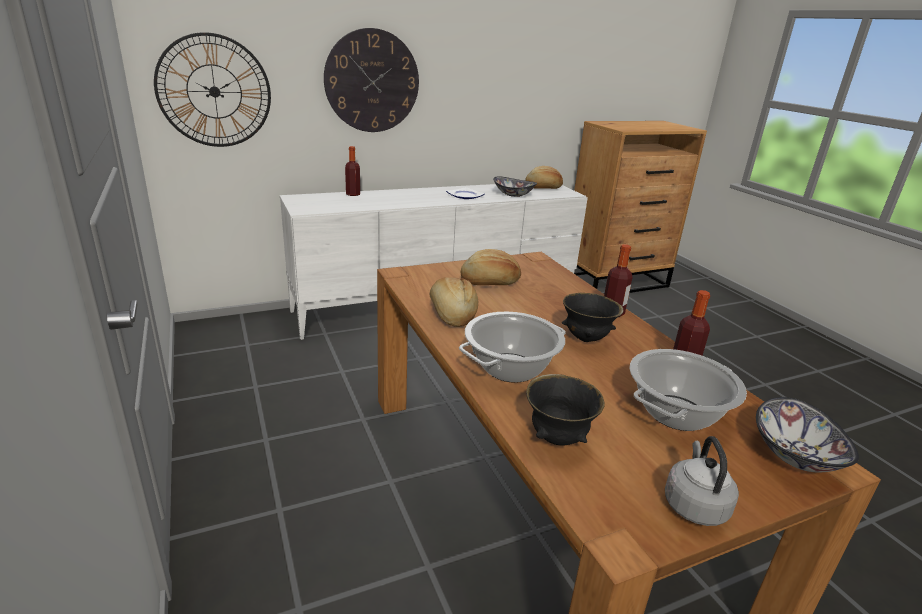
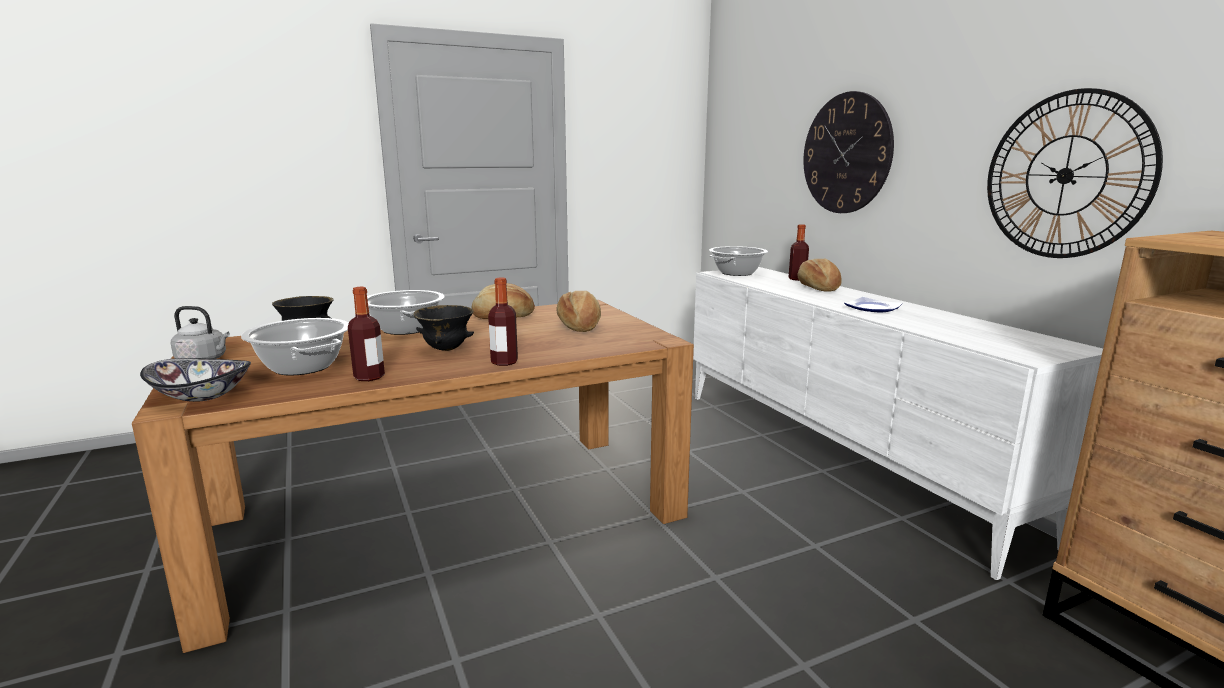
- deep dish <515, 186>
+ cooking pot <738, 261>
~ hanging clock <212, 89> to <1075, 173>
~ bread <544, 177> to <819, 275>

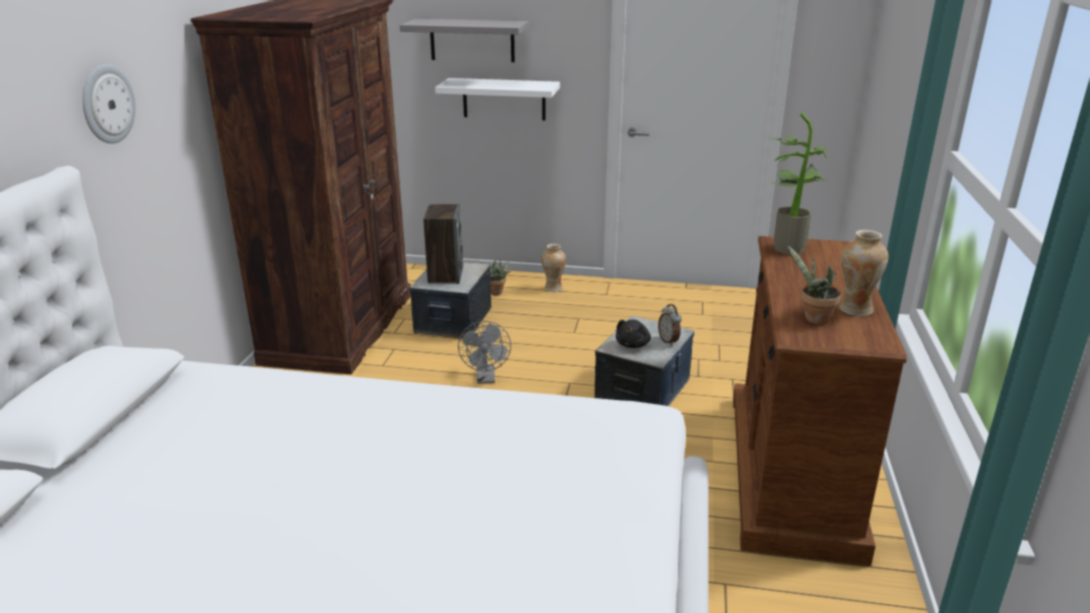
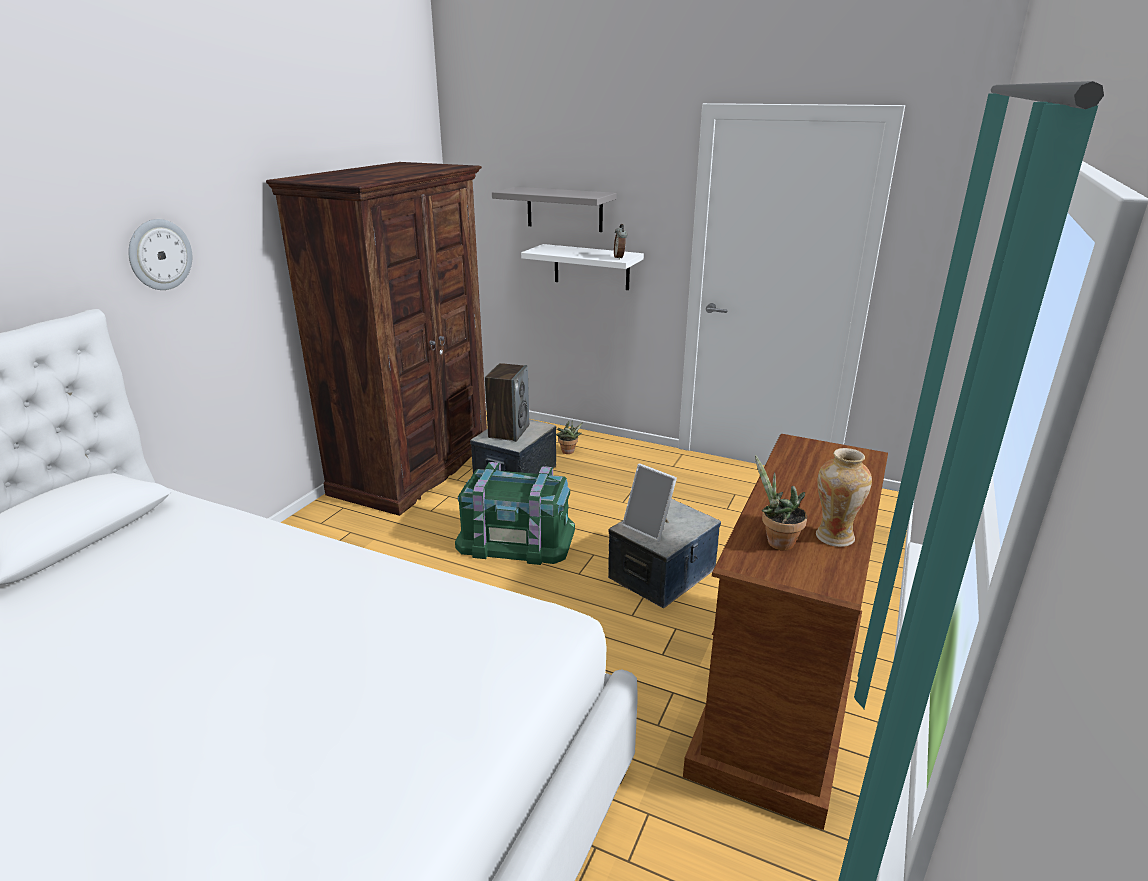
- flower vase <553, 268>
- houseplant <798, 184>
~ table clock <670, 325> to <620, 242>
~ grey cooling fan <484, 352> to green storage box <515, 513>
~ black soft toy <633, 334> to photo frame <649, 502>

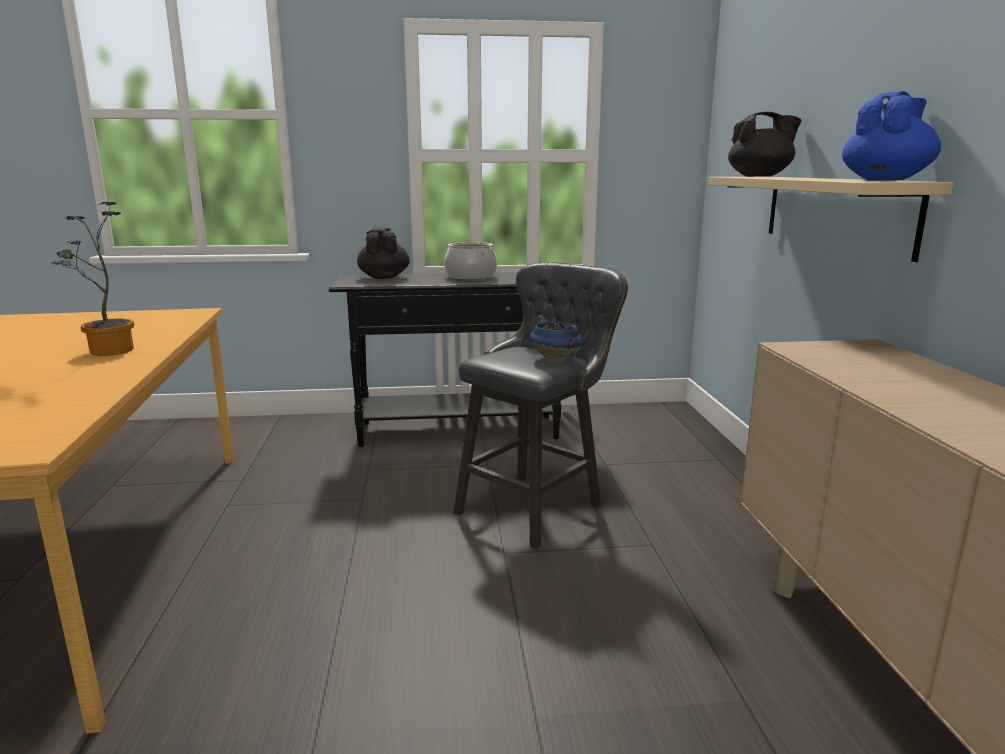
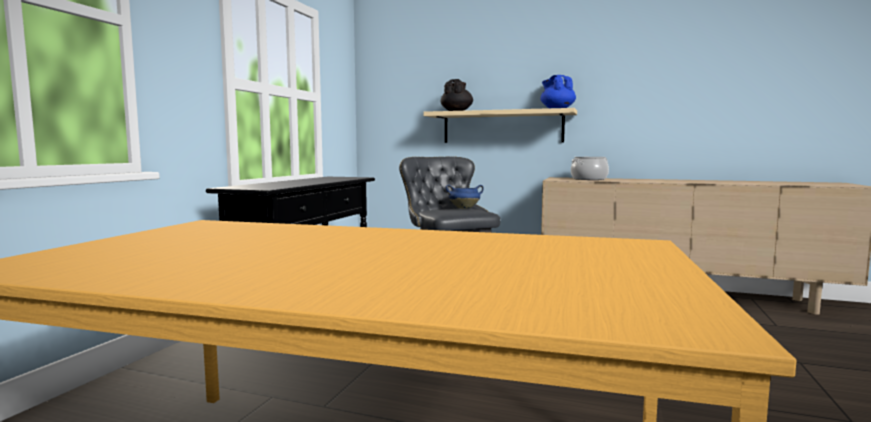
- houseplant <92, 279>
- black tea pot <383, 253>
~ cooking pot <470, 261> to <590, 168>

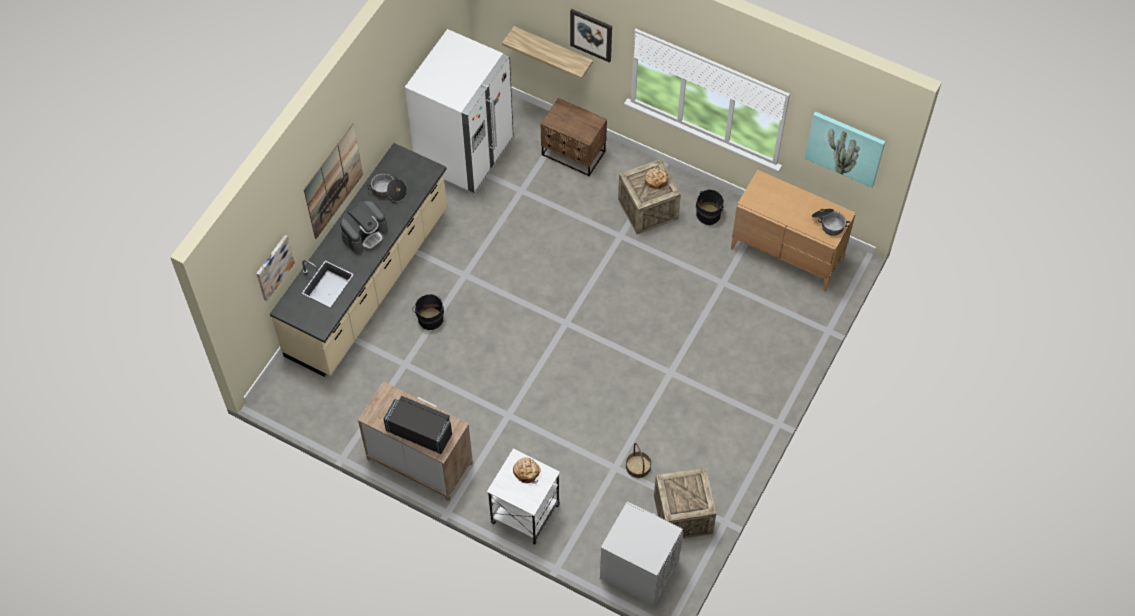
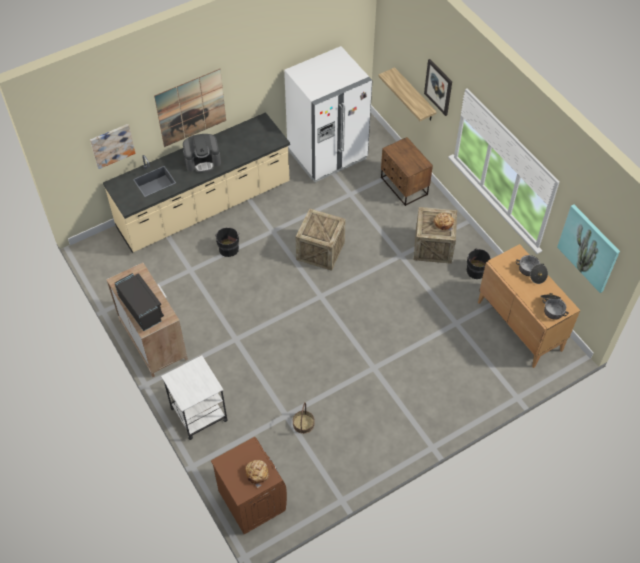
~ cooking pot <387, 187> to <532, 269>
~ bread <526, 470> to <257, 474>
~ crate <685, 502> to <321, 239>
~ white-coloured washing machine <641, 553> to brown-coloured washing machine <249, 485>

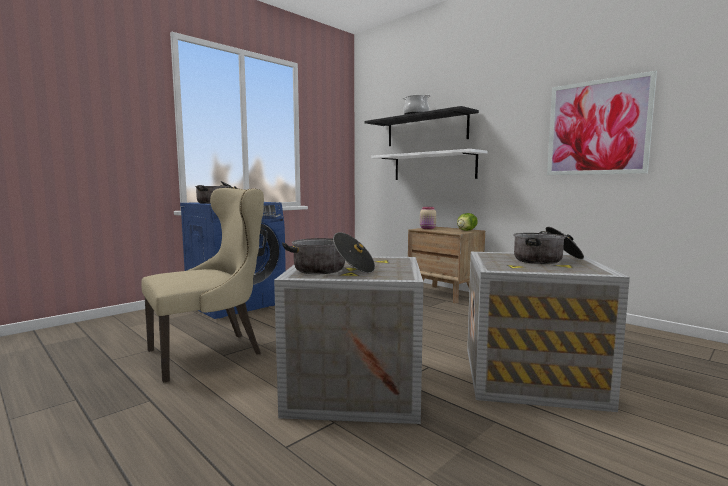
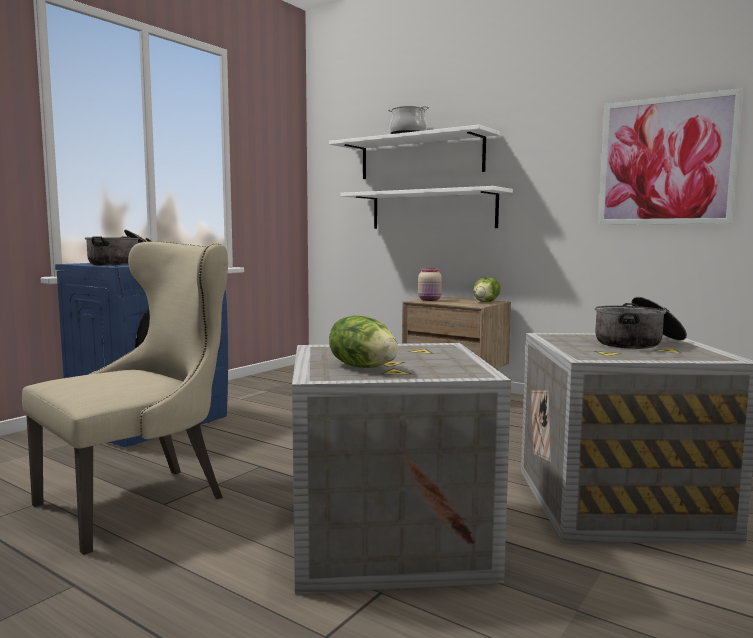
~ cooking pot <328, 253> to head of lettuce <363, 341>
~ black wall shelf <422, 126> to white-coloured wall shelf <414, 152>

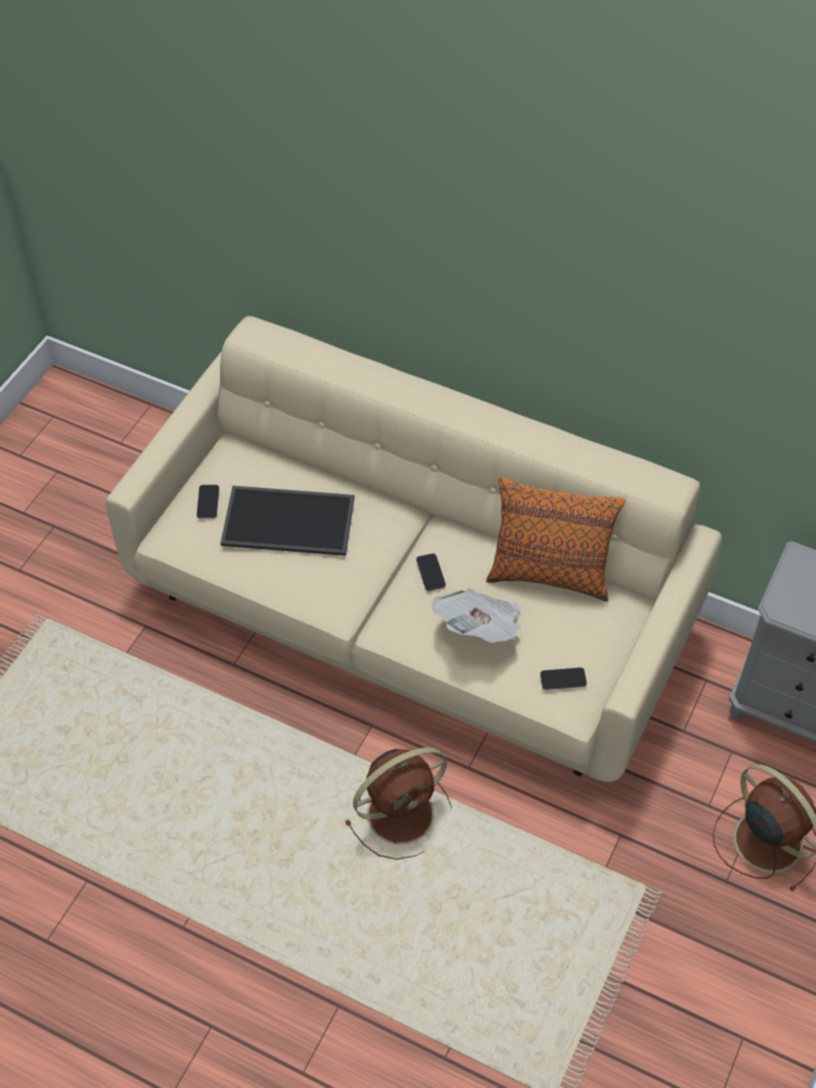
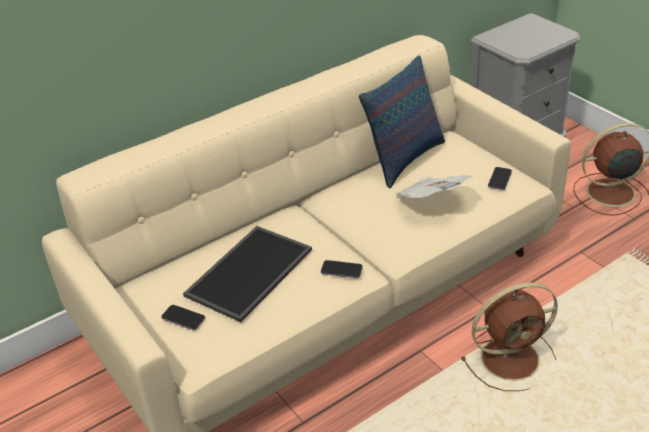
~ handset <431, 572> to <342, 269>
~ orange-coloured throw pillow <556, 539> to bluish throw pillow <402, 122>
~ brown-coloured cooling fan <398, 803> = <509, 336> 75 degrees clockwise

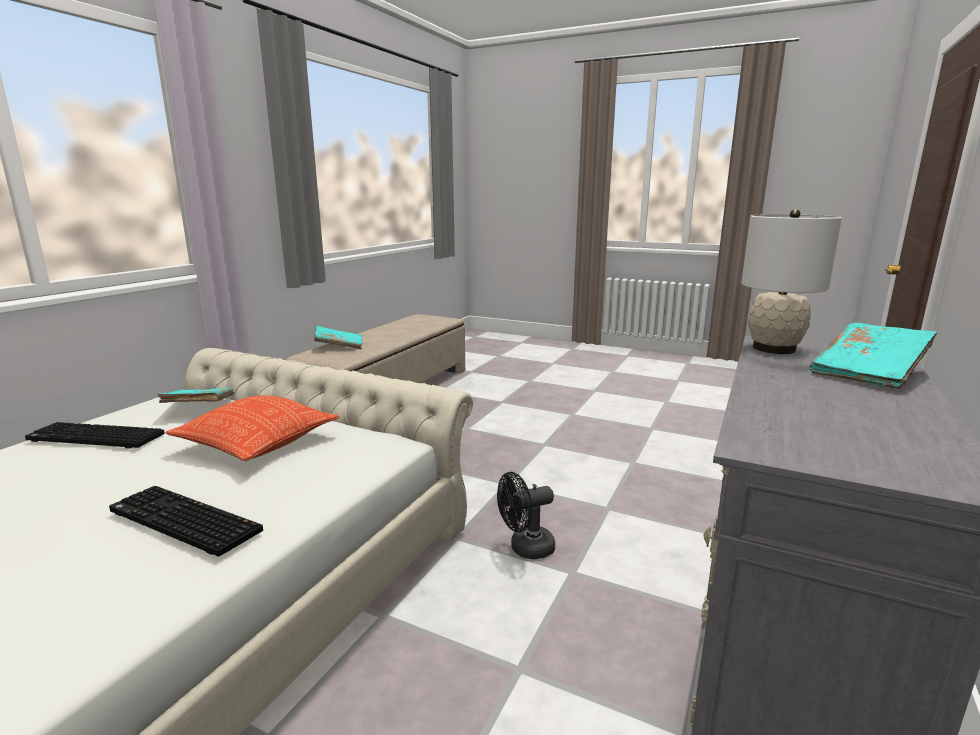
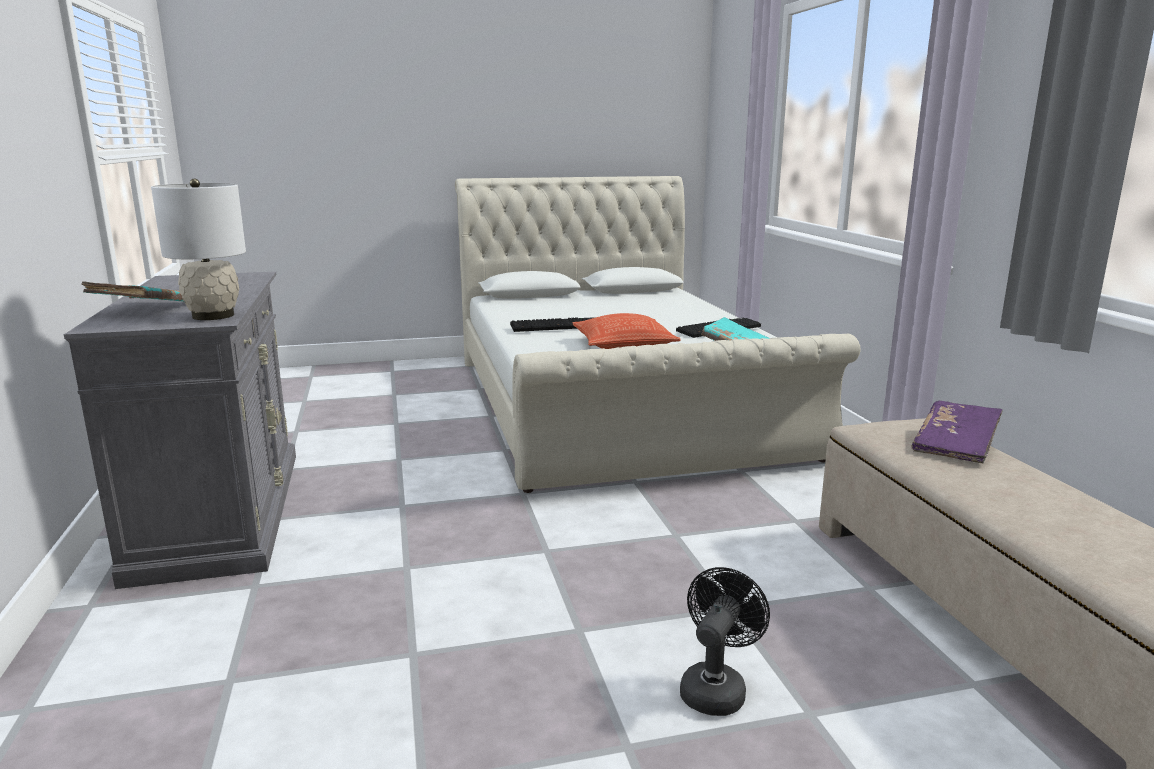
~ black cooling fan <526, 515> to <725, 641>
~ blue-green book <338, 337> to purple book <957, 432>

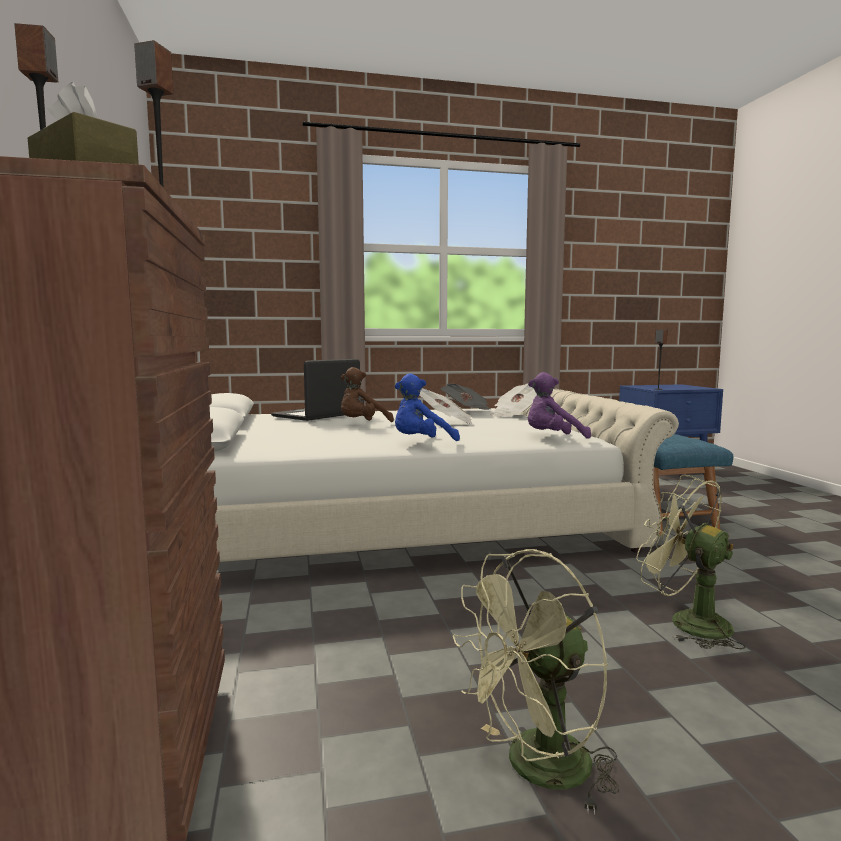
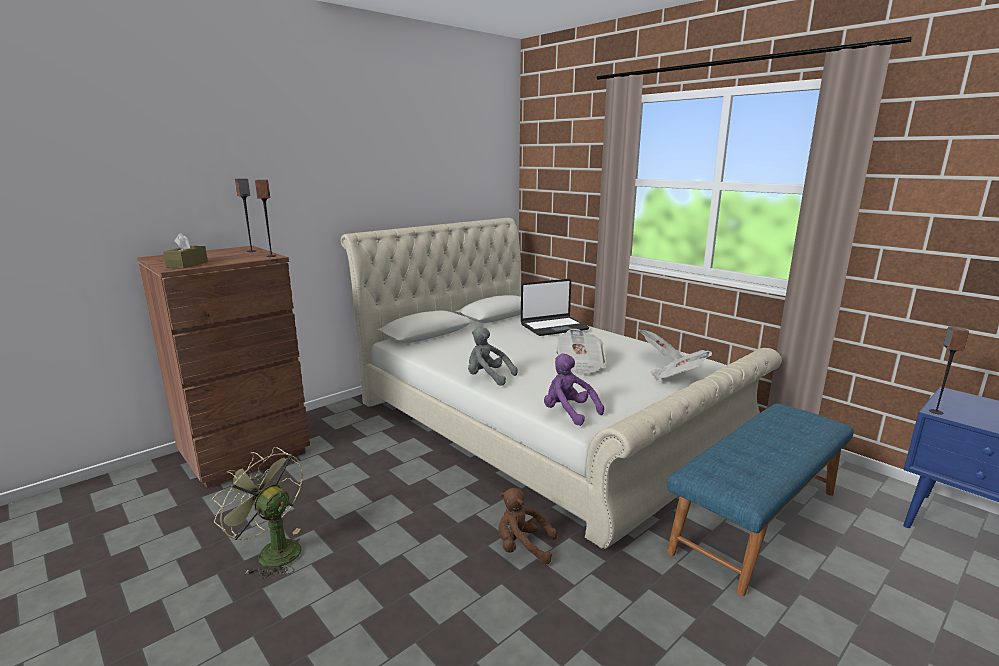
- green cooling fan <691, 562>
~ brown-coloured soft toy <367, 394> to <527, 526>
~ bluish soft toy <427, 407> to grey soft toy <492, 356>
~ portable computer <315, 390> = <555, 307> 150 degrees clockwise

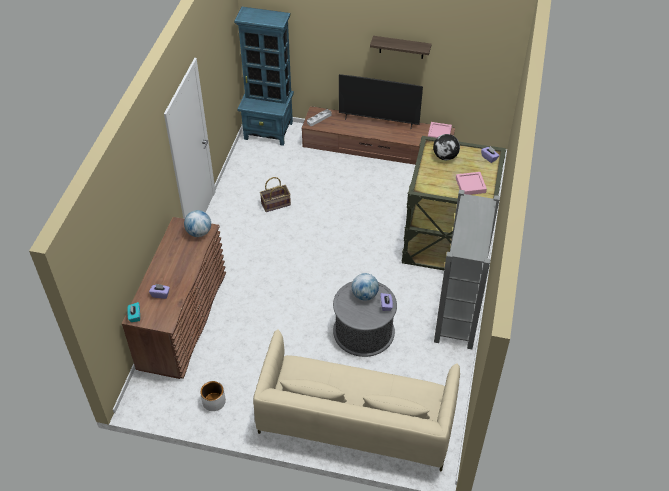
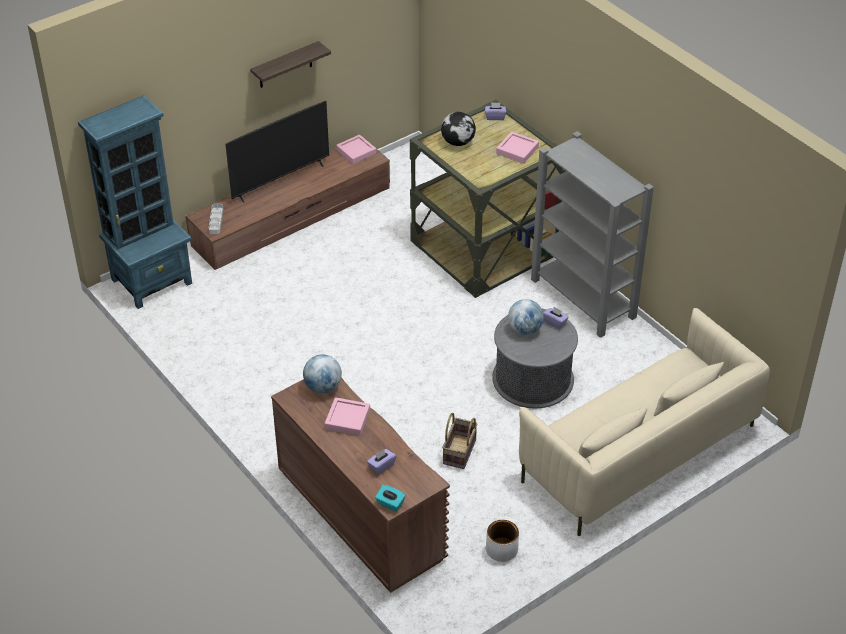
+ pinkish tray <347, 416>
~ basket <275, 194> to <459, 441>

